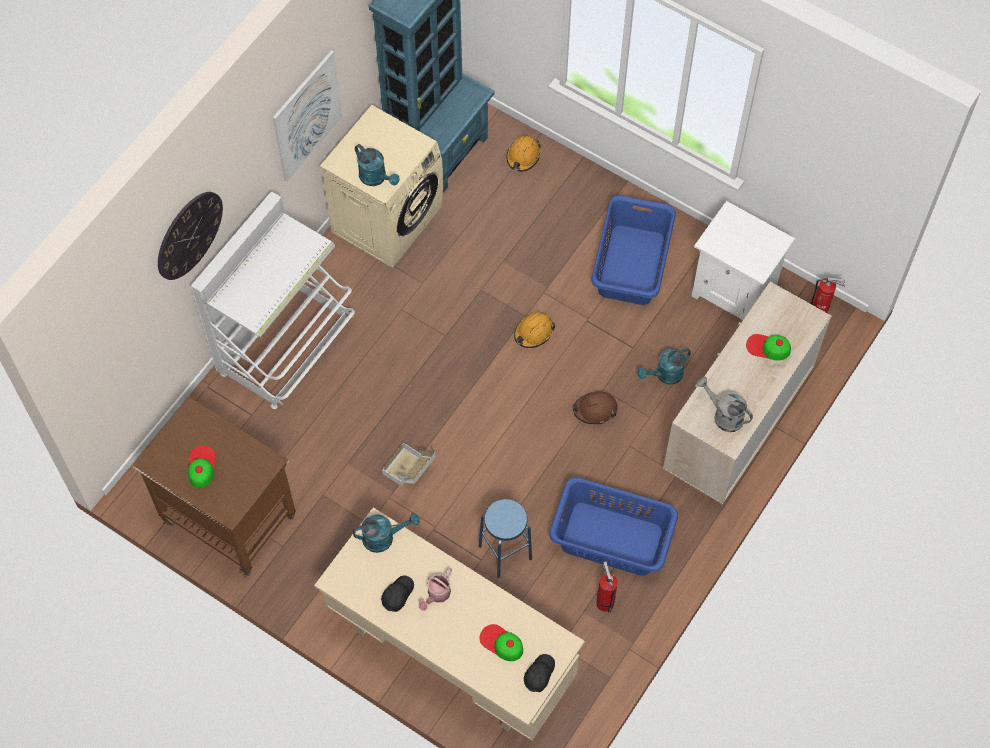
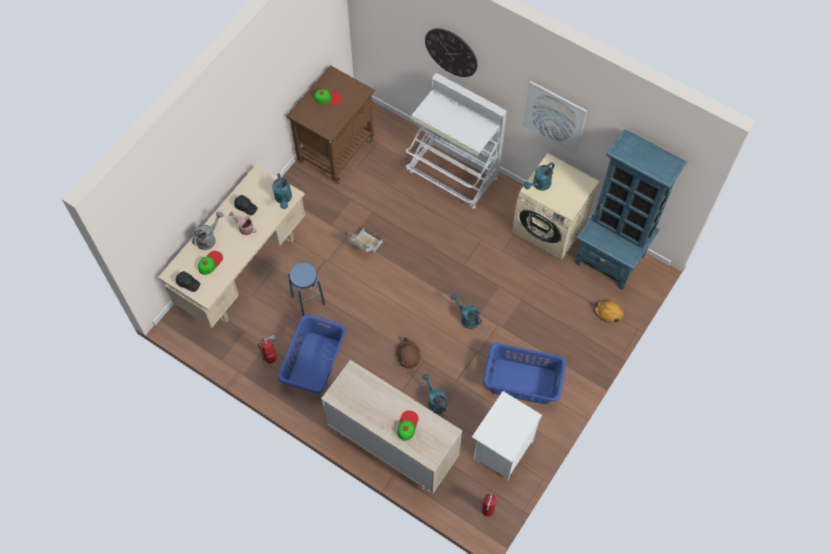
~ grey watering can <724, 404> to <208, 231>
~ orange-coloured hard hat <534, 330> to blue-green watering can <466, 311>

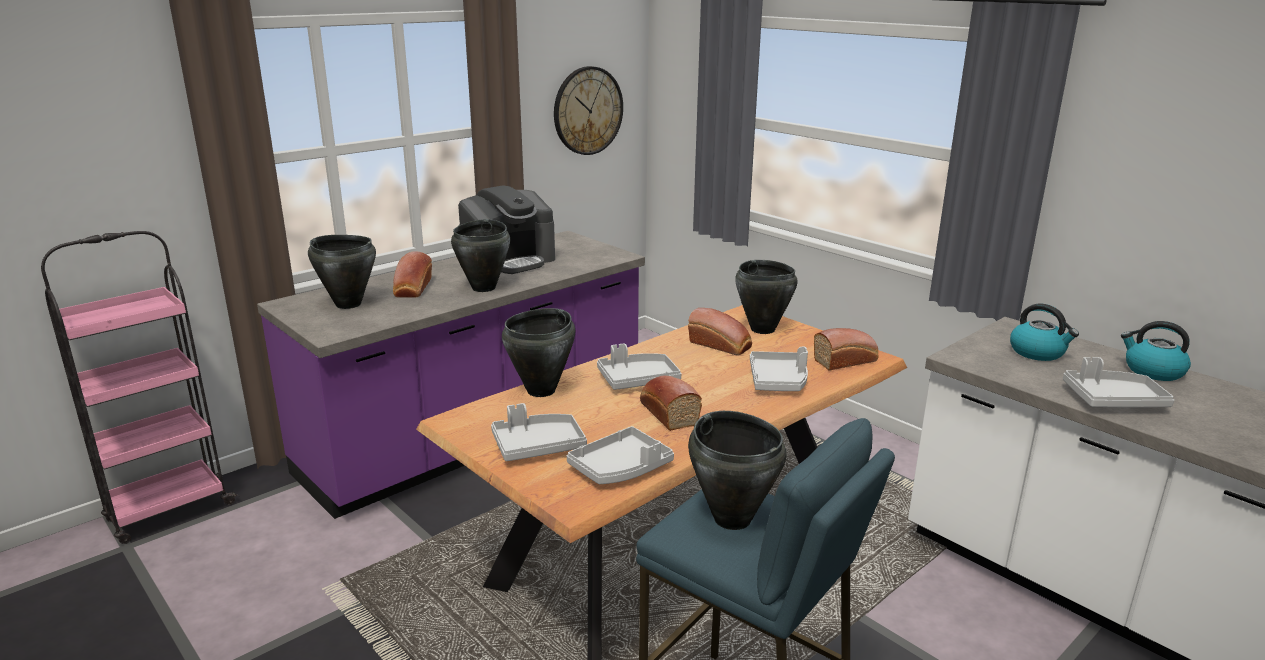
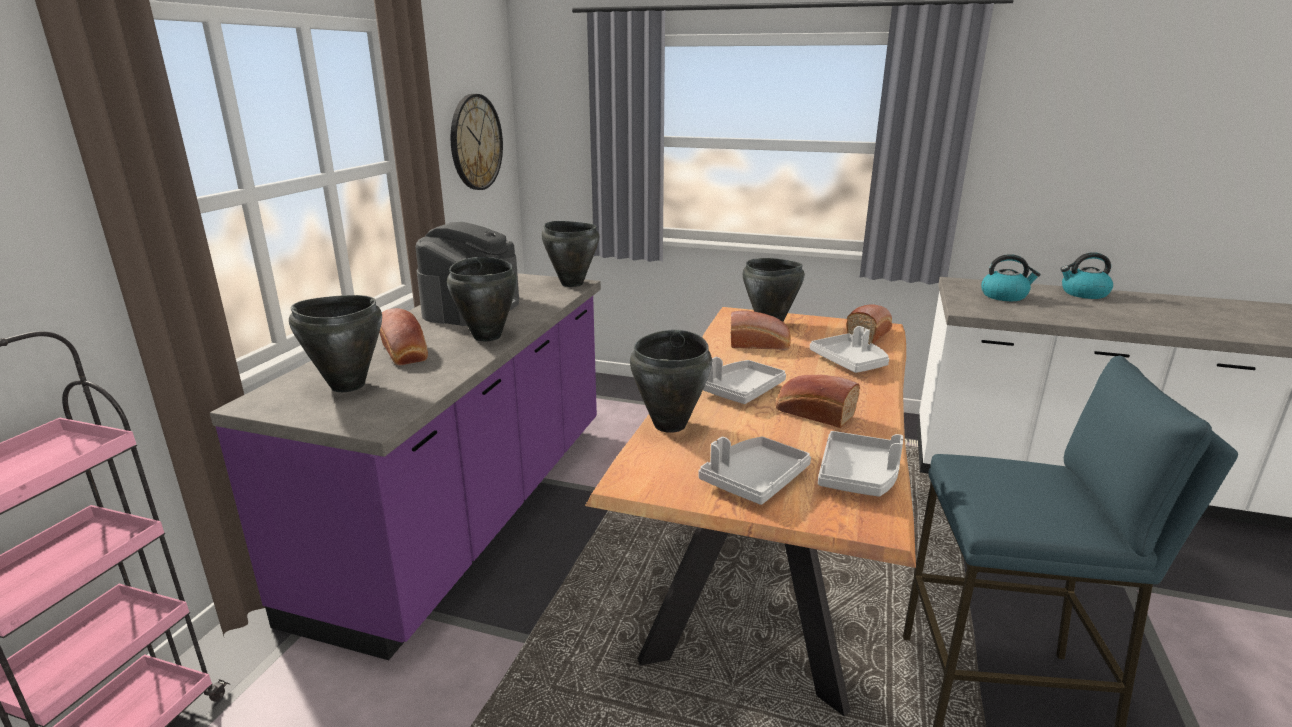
- grey tray <1118, 382>
~ black cooking pot <737, 470> to <570, 254>

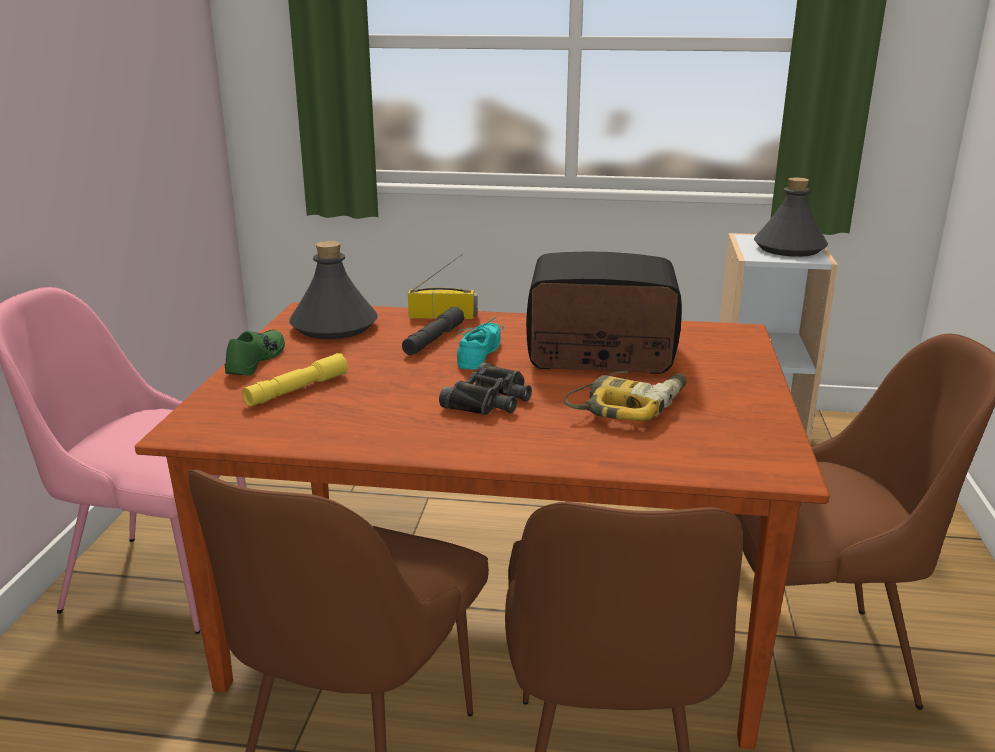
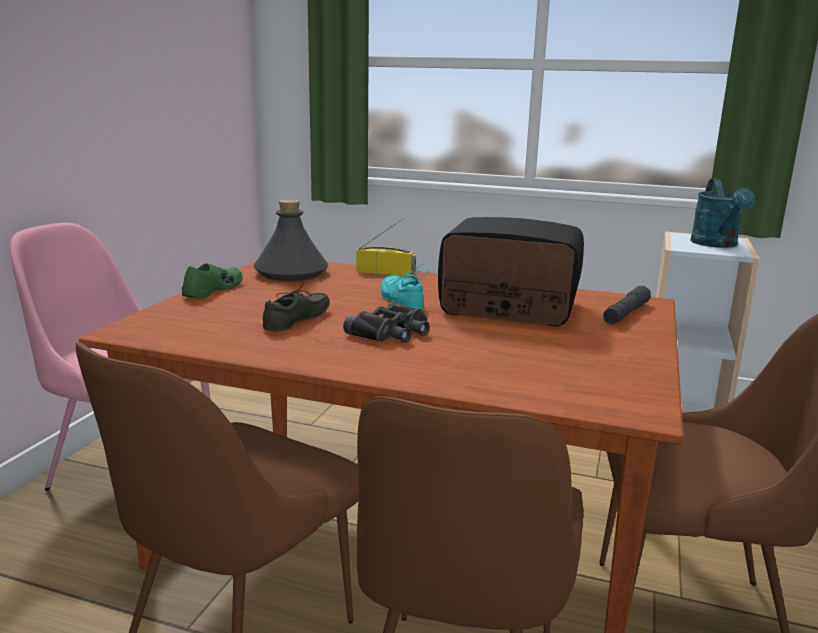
- yellow-coloured flashlight <295, 379>
- power drill <625, 396>
+ grey shoe <296, 307>
~ grey flashlight <433, 331> to <627, 305>
~ grey beverage bottle <791, 217> to blue-green watering can <722, 213>
~ blue-green shoe <480, 343> = <405, 286> 45 degrees counterclockwise

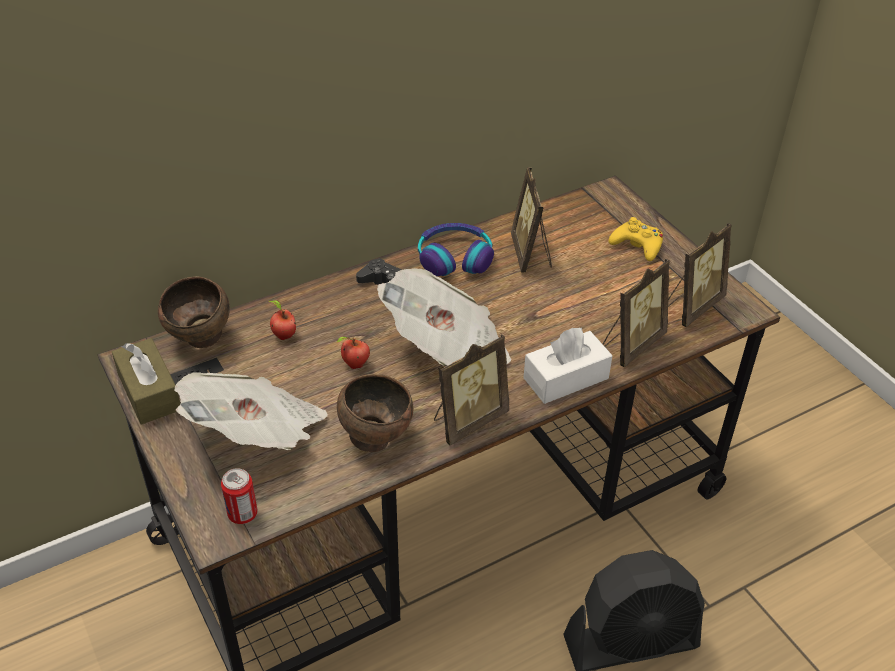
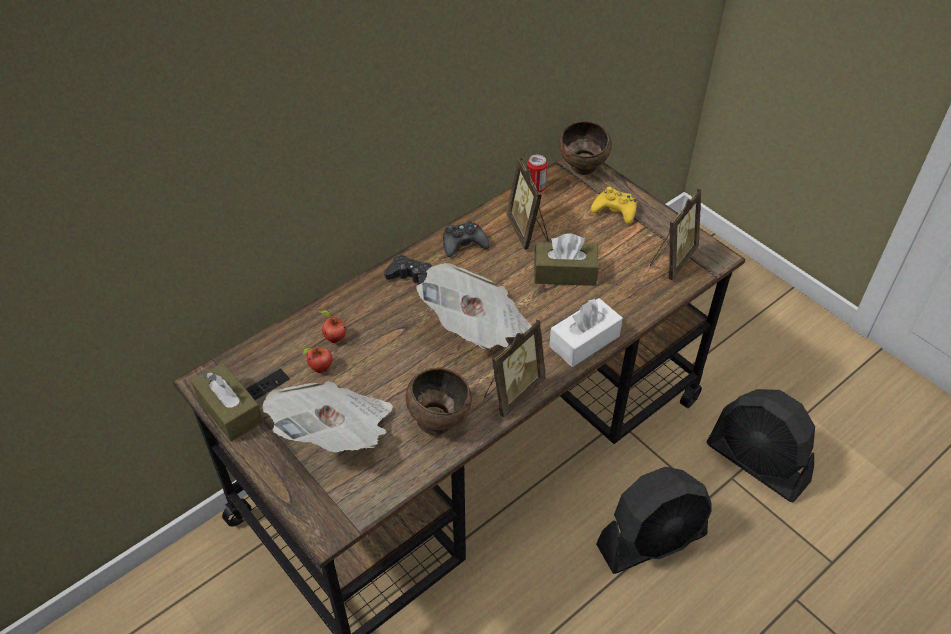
- photo frame <636, 313>
+ brown-coloured tissue holder <566, 259>
+ black cooling fan <761, 445>
~ brown-coloured deep dish <194, 312> to <585, 148>
~ can <239, 496> to <537, 174>
~ whole apple <353, 352> to <318, 360>
~ headset <456, 249> to black game controller <466, 239>

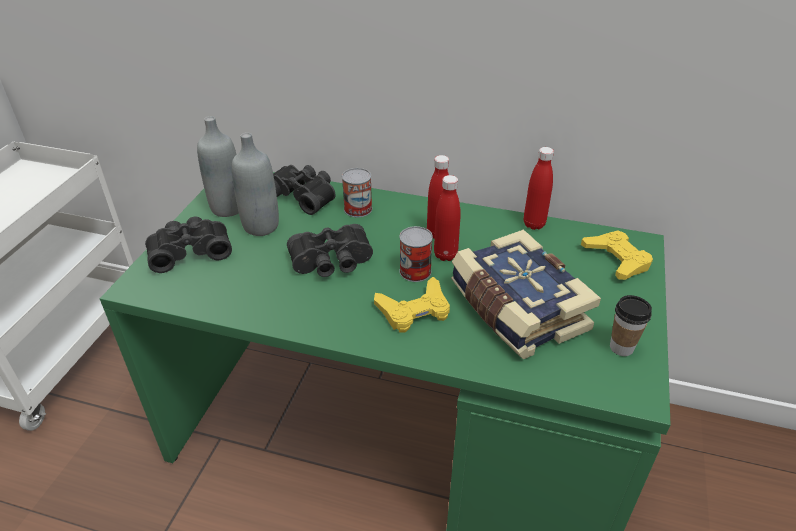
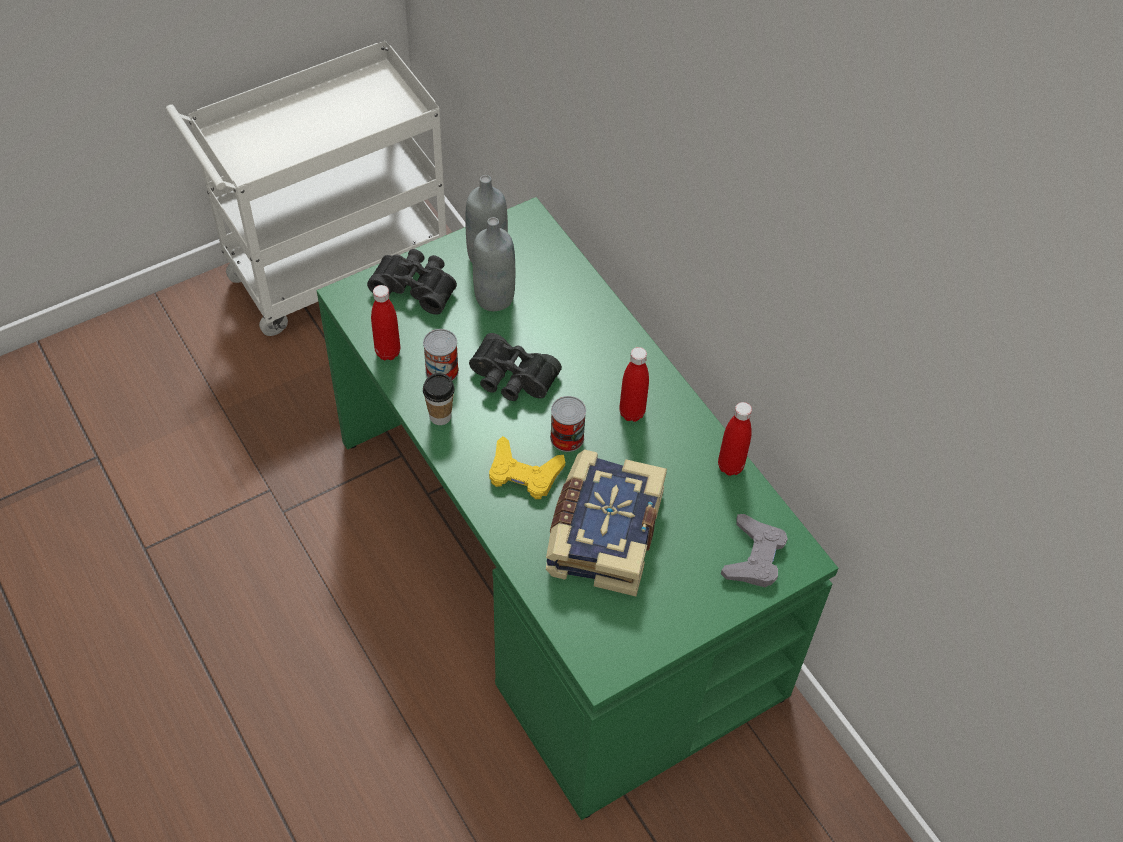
- black pair of binoculars <304, 190>
~ can <357, 192> to <441, 355>
~ reddish beverage bottle <447, 218> to <385, 322>
~ small cup <631, 325> to <438, 399>
~ yellow-coloured game controller <617, 255> to grey game controller <754, 550>

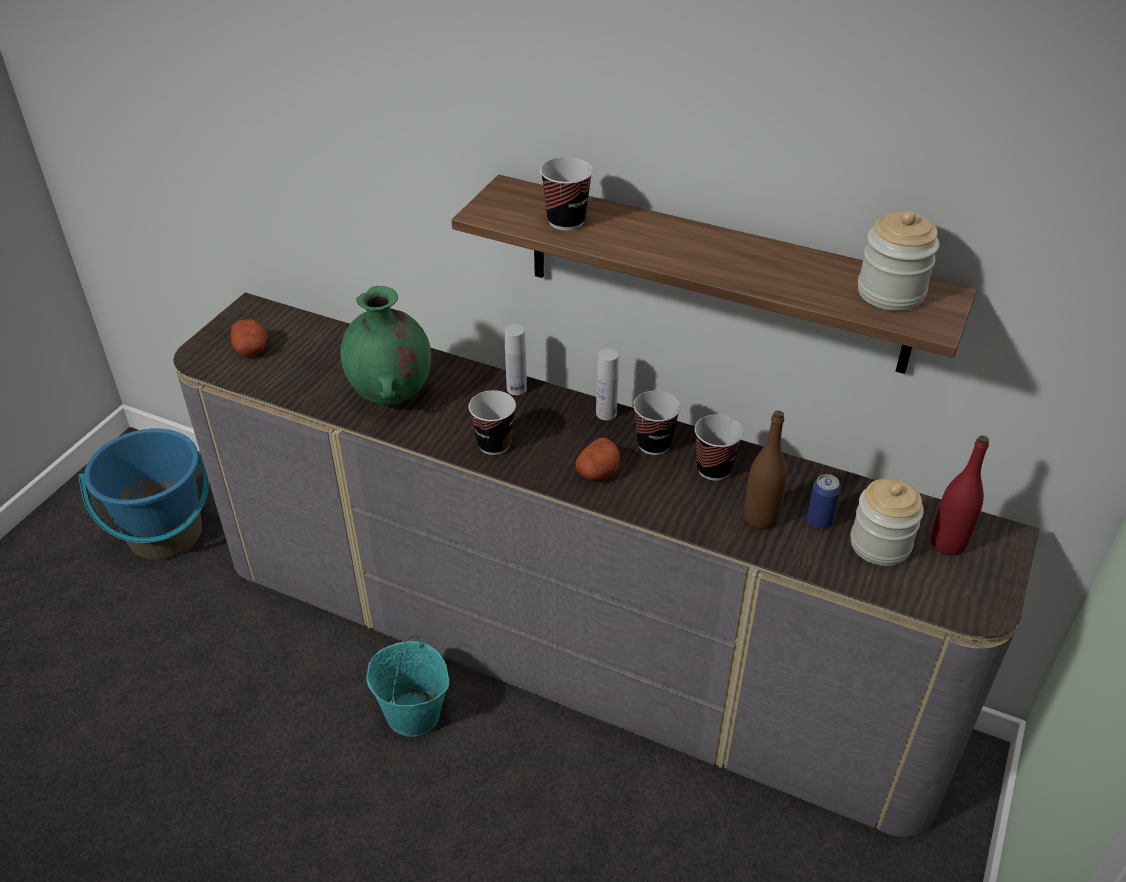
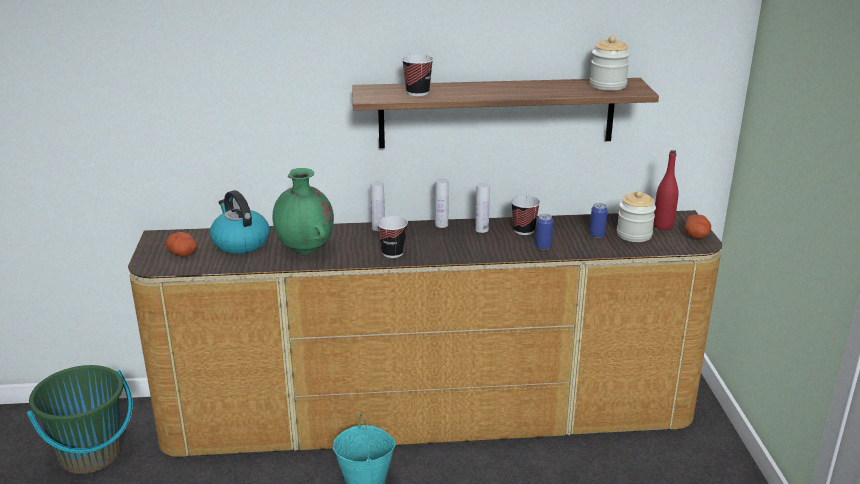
- brown-coloured beverage bottle <765, 469>
+ water kettle <240, 222>
+ can <544, 232>
~ potato <597, 459> to <698, 226>
~ small cup <657, 423> to white-coloured beverage bottle <482, 208>
~ bluish pail <143, 494> to green pail <80, 419>
~ grey cupboard <607, 565> to brown-coloured cupboard <425, 333>

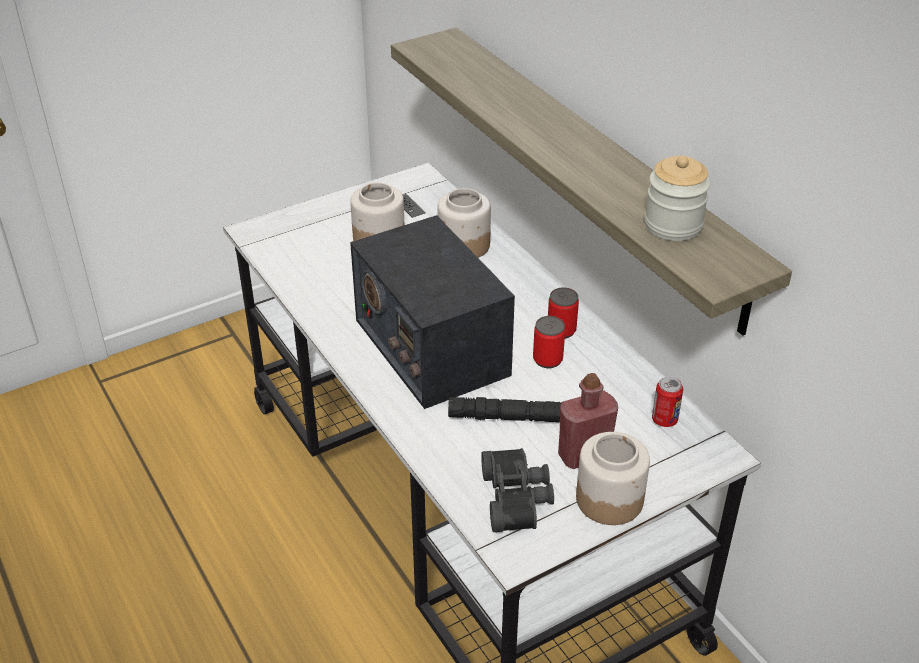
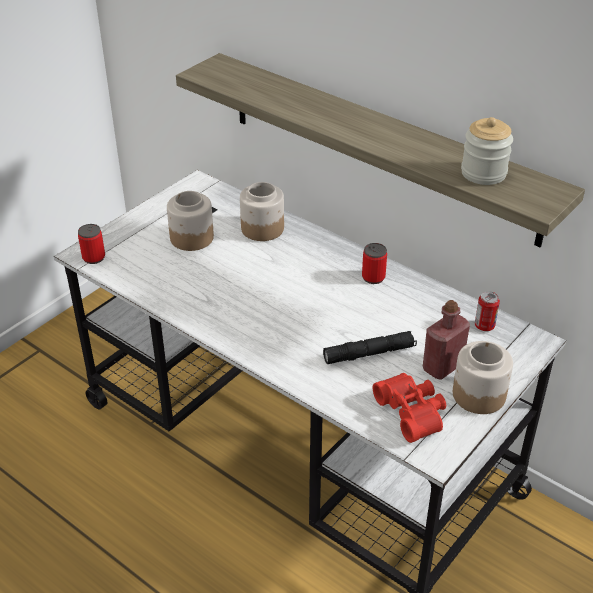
- radio <432, 312>
~ can <549, 342> to <91, 244>
~ black pair of binoculars <517, 490> to reddish pair of binoculars <409, 408>

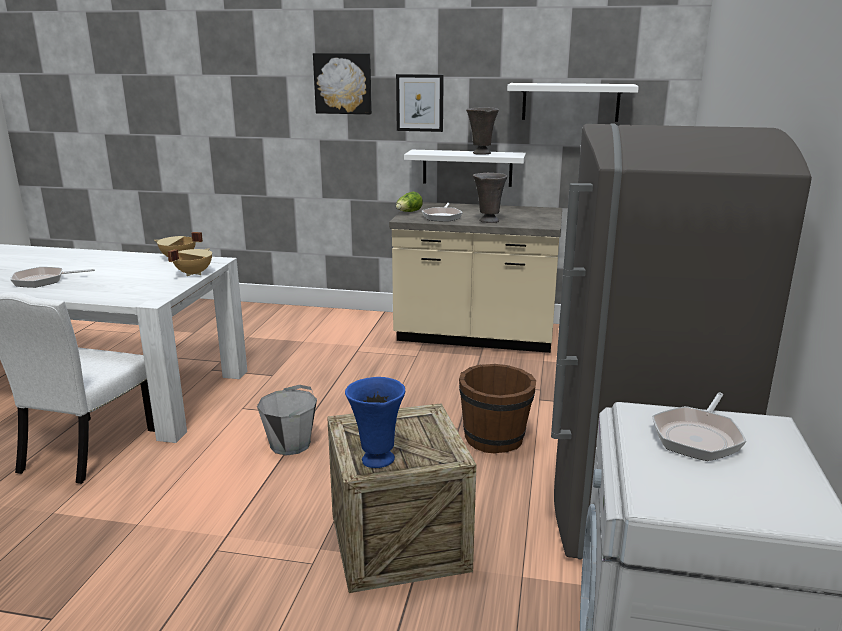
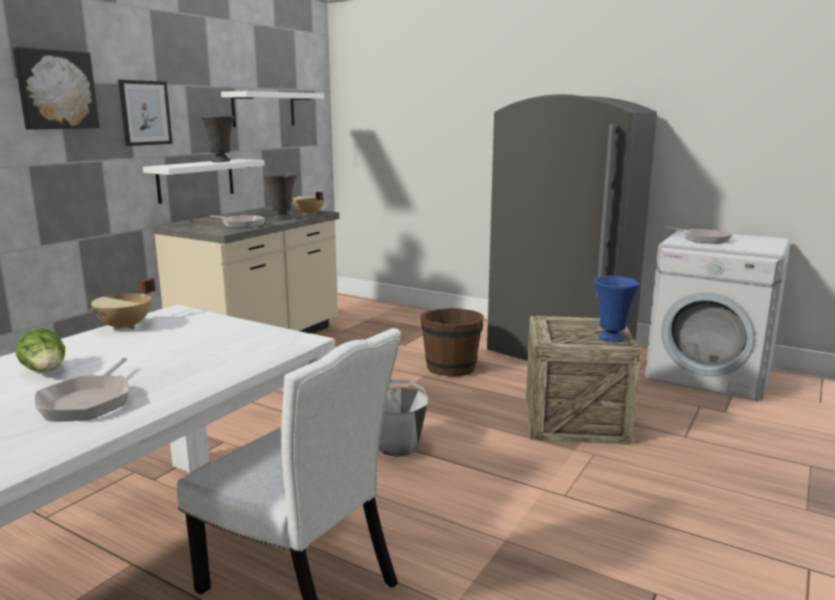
~ beige cooking pot <190, 262> to <309, 203>
~ head of lettuce <409, 202> to <40, 350>

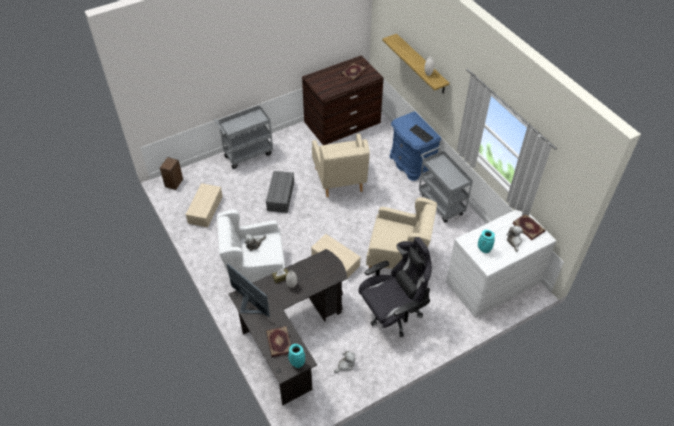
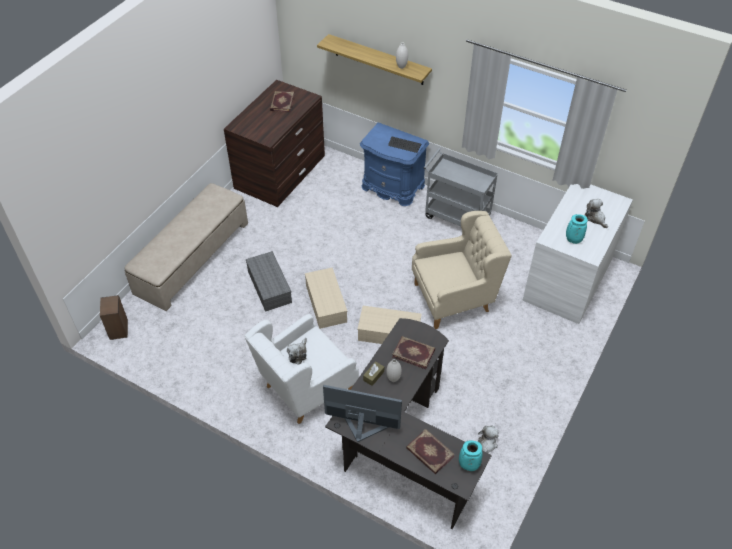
- beige armchair <341, 165>
- black computer chair <395, 287>
~ beige storage box <204, 205> to <326, 298>
~ book <529, 227> to <413, 352>
~ grey trolley <243, 137> to beige indoor bench <186, 247>

